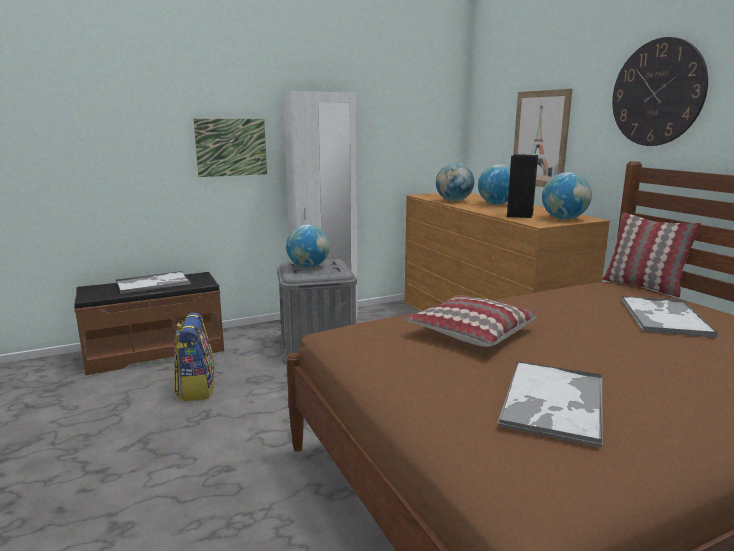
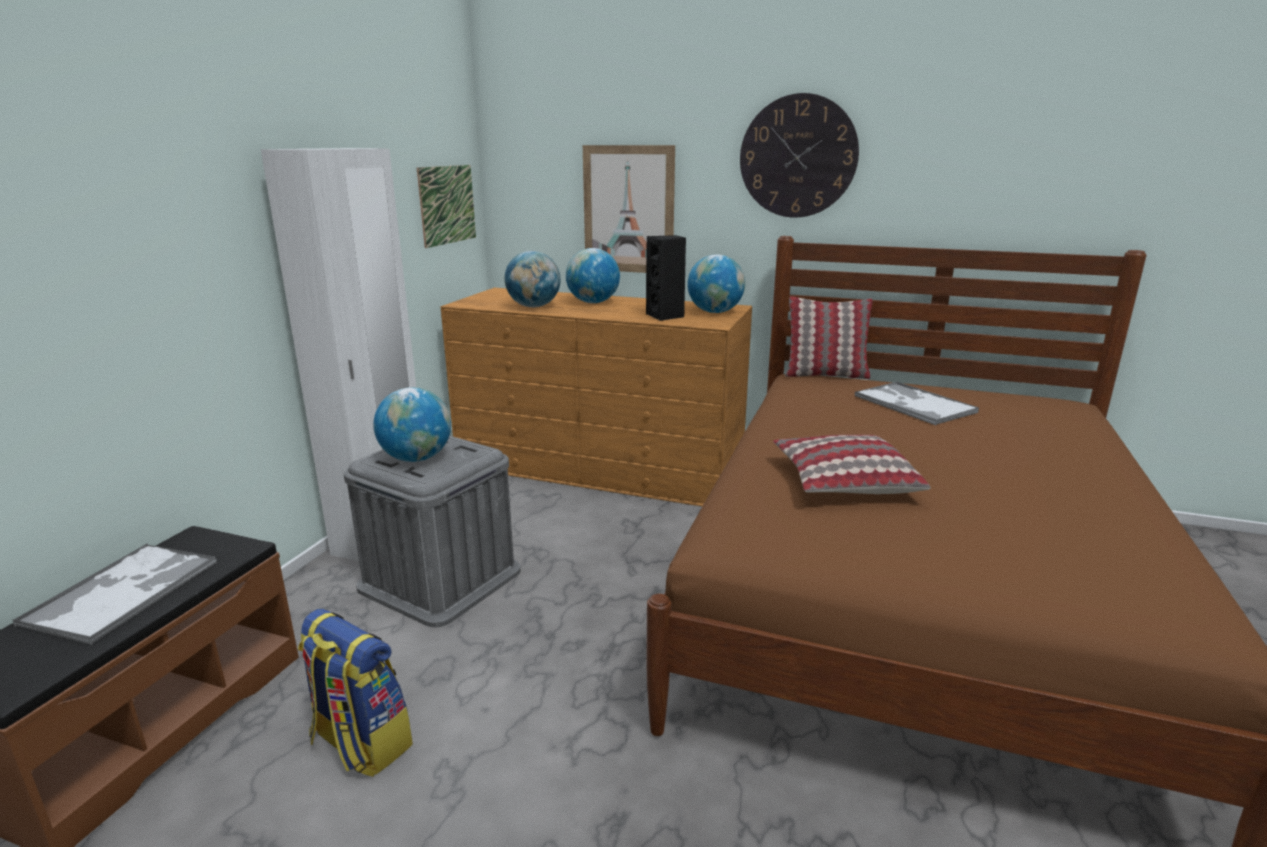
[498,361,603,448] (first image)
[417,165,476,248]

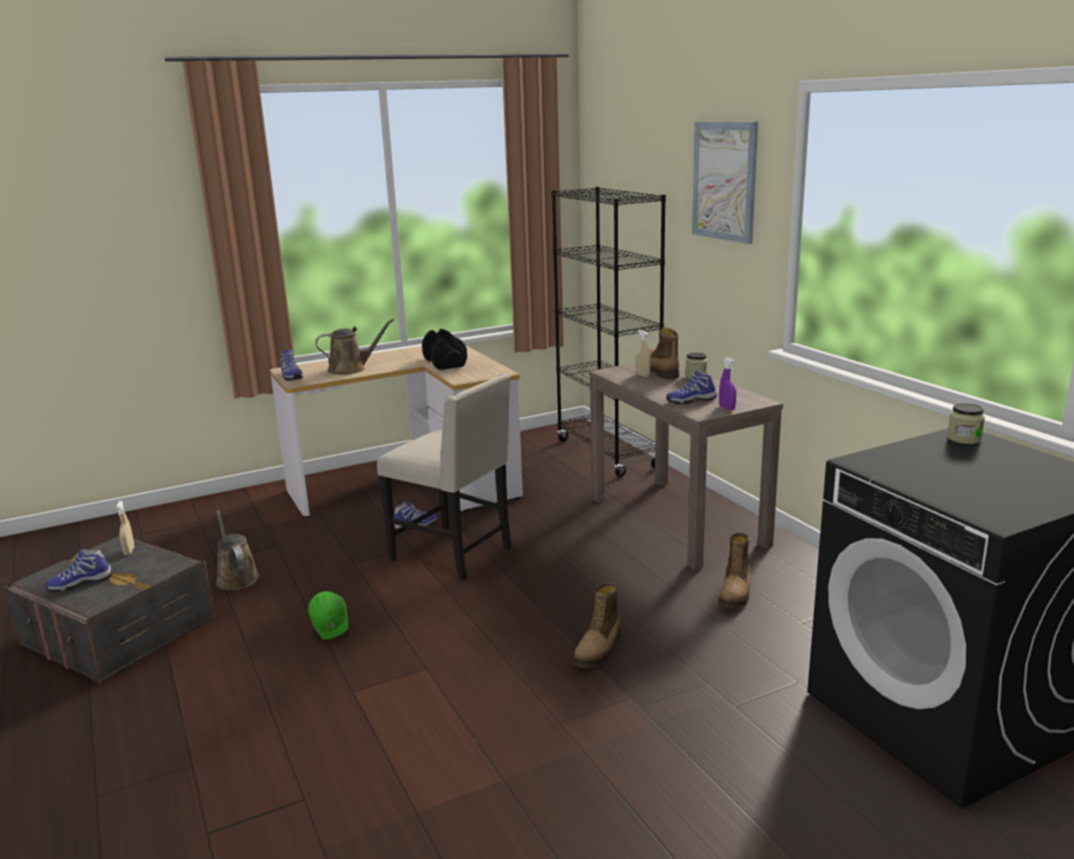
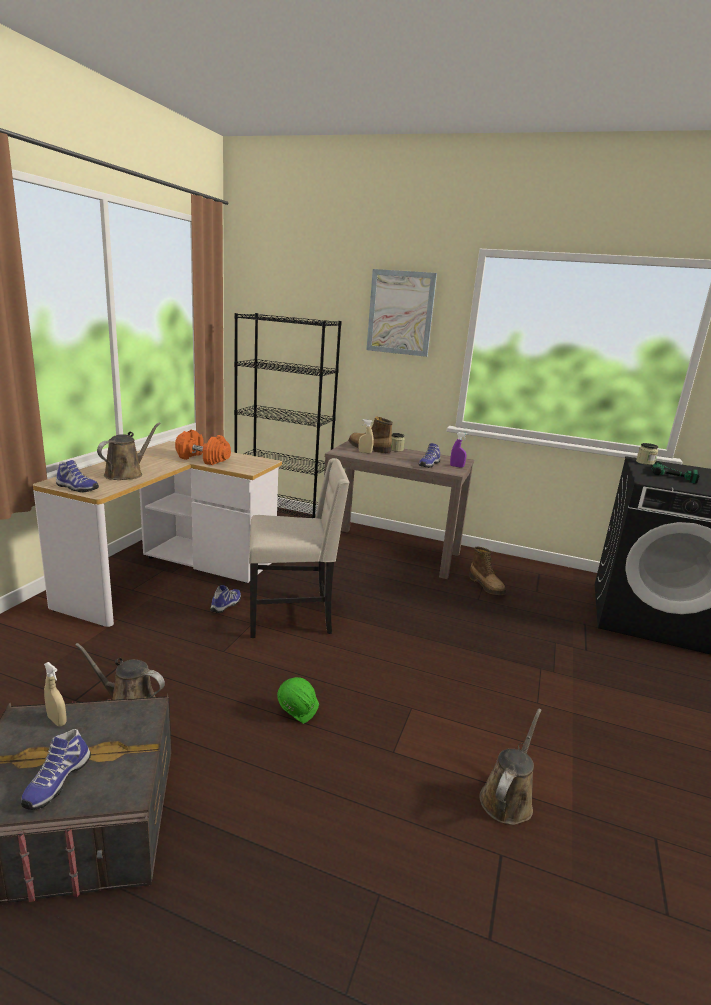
[573,582,621,668] (first image)
[479,709,541,825]
[651,461,700,484]
[175,430,231,465]

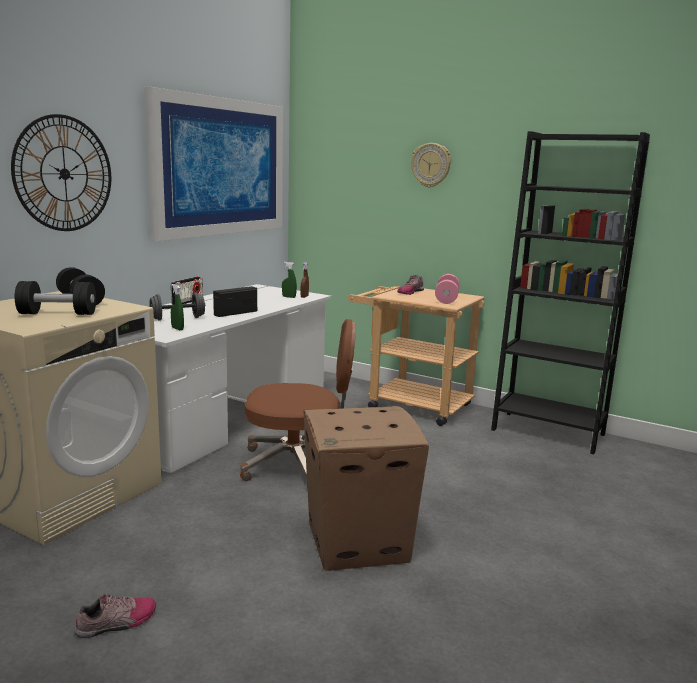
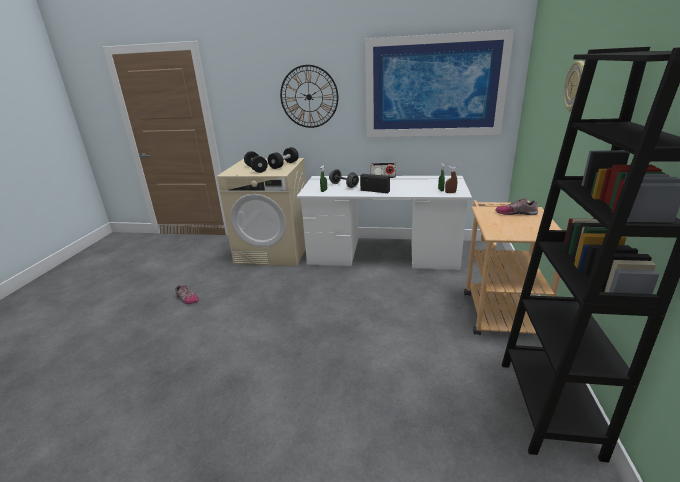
[240,319,356,482] (first image)
[303,406,429,571] (first image)
[435,274,459,304] (first image)

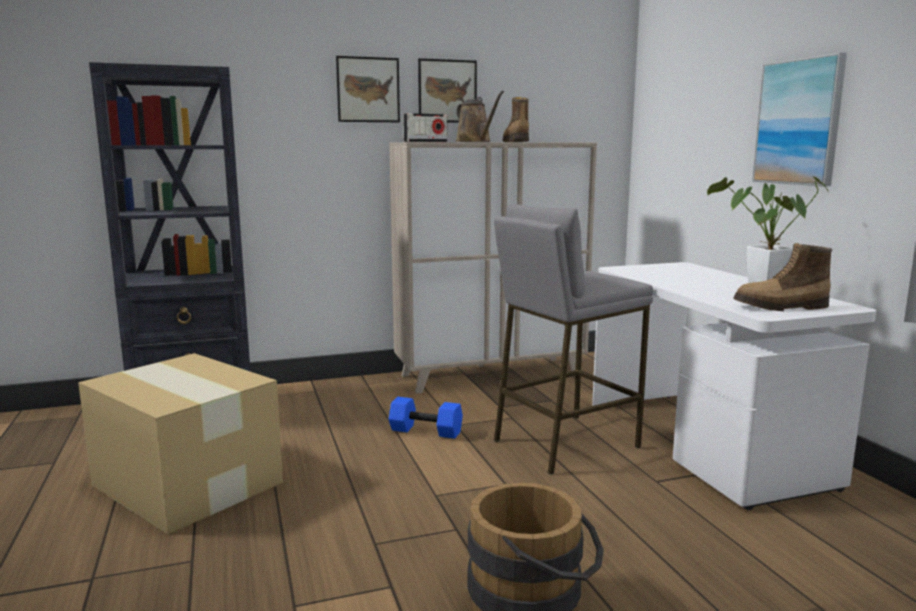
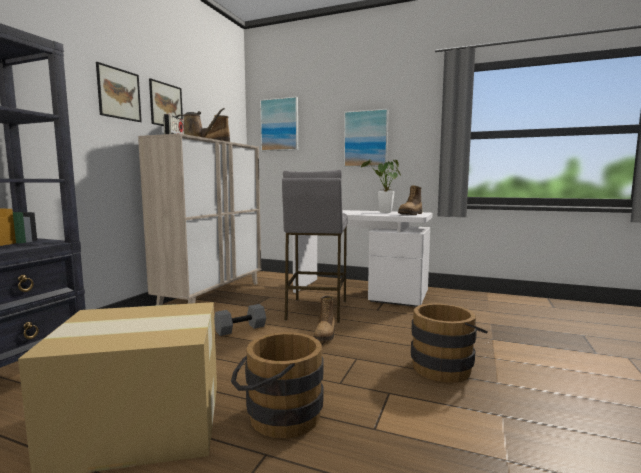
[231,332,324,439]
[260,96,298,151]
[314,296,335,341]
[214,304,266,336]

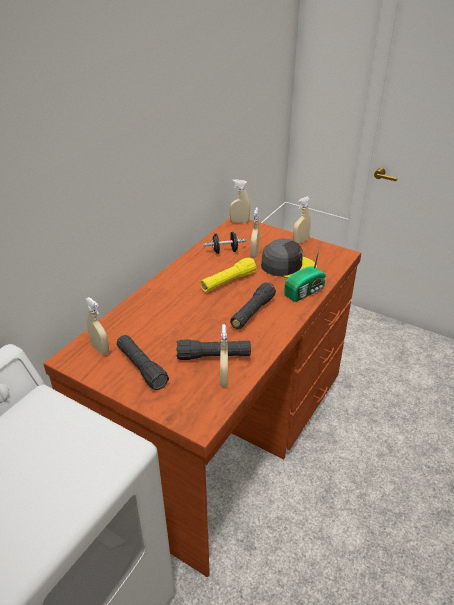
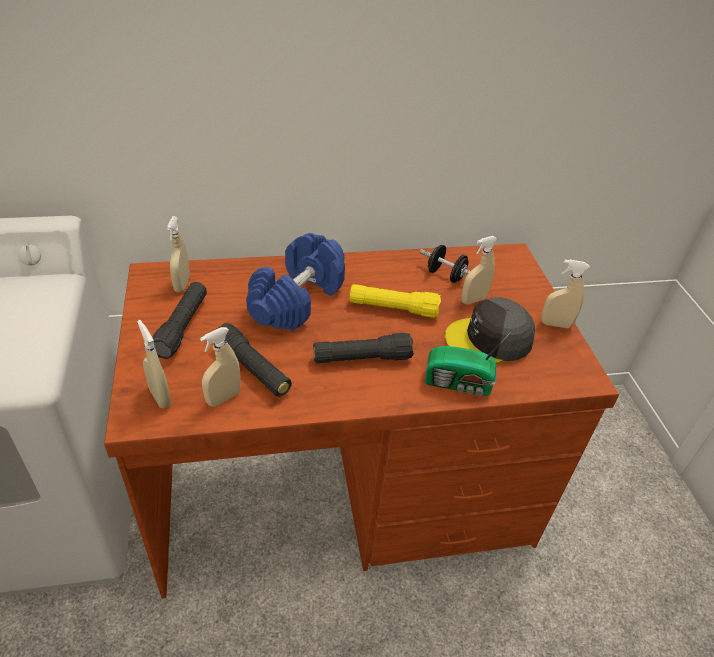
[246,233,345,331]
[137,320,171,408]
[445,297,535,363]

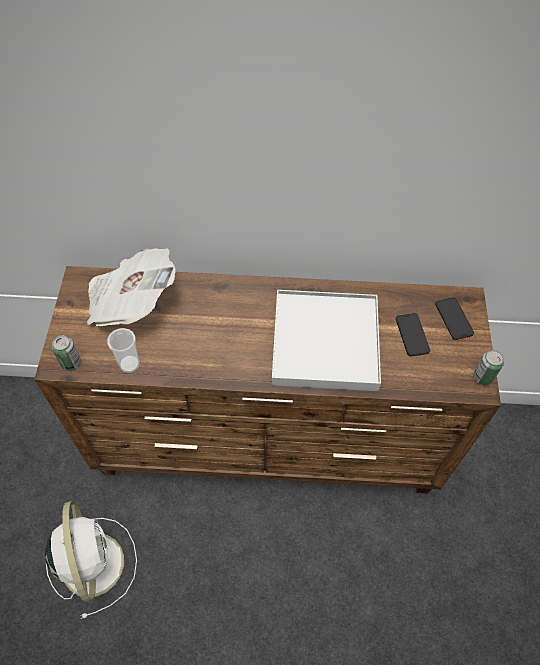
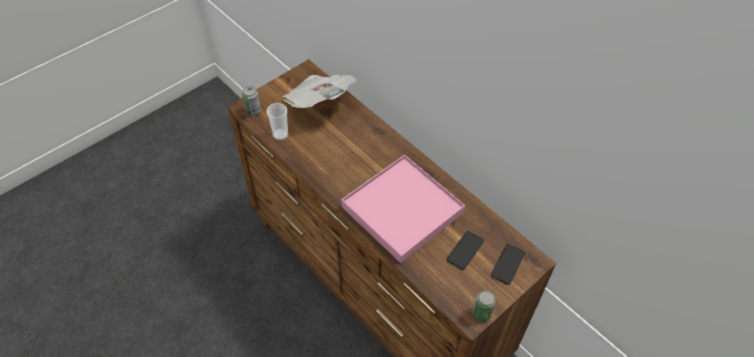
[45,501,137,619] (first image)
[341,155,465,263]

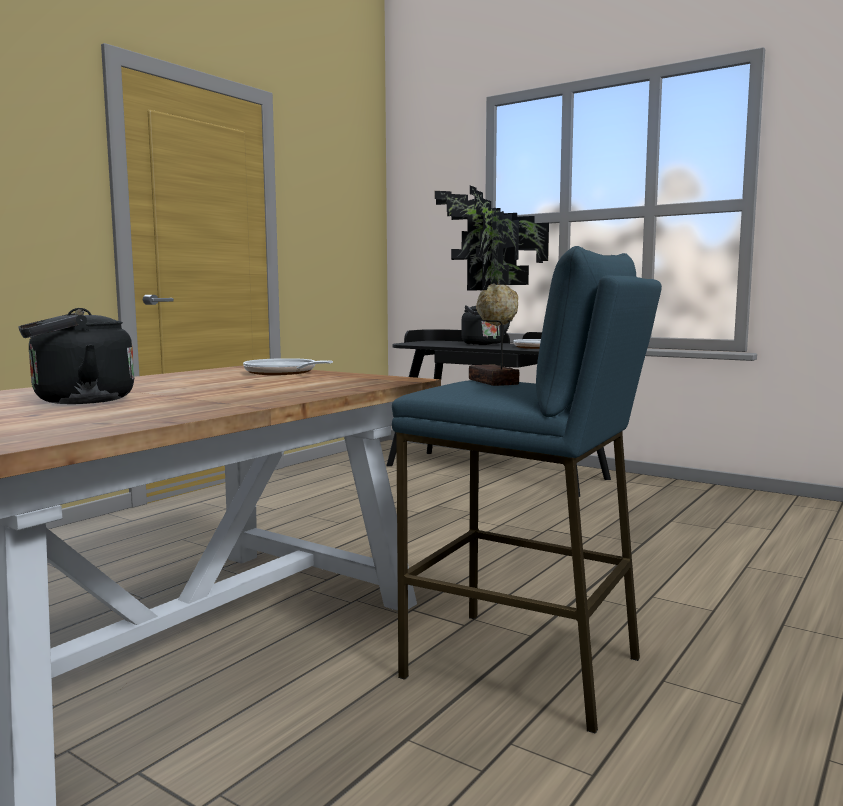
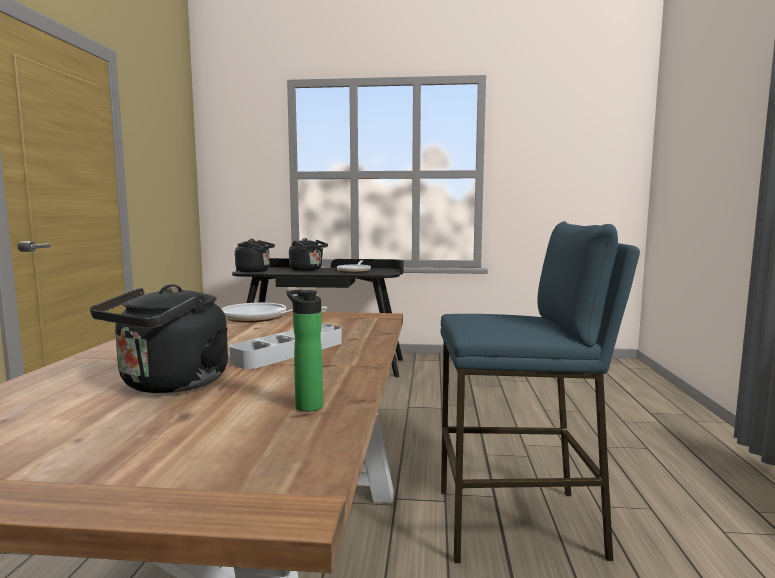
[435,186,549,386] (first image)
[229,324,342,369]
[235,239,275,272]
[287,289,323,412]

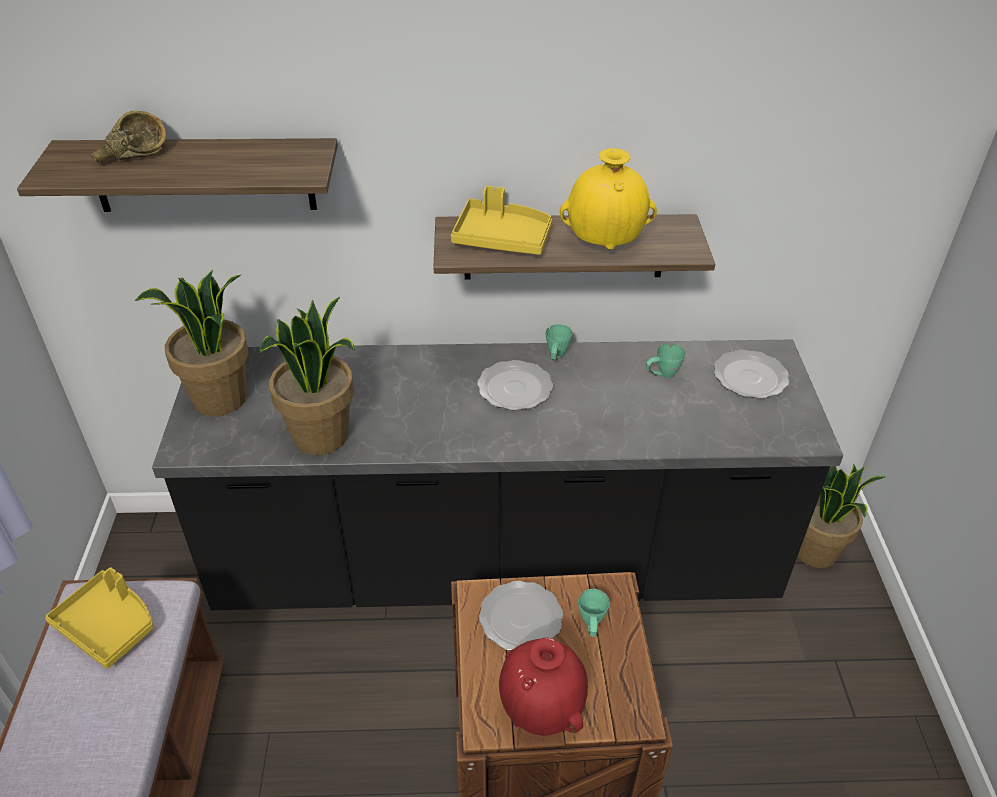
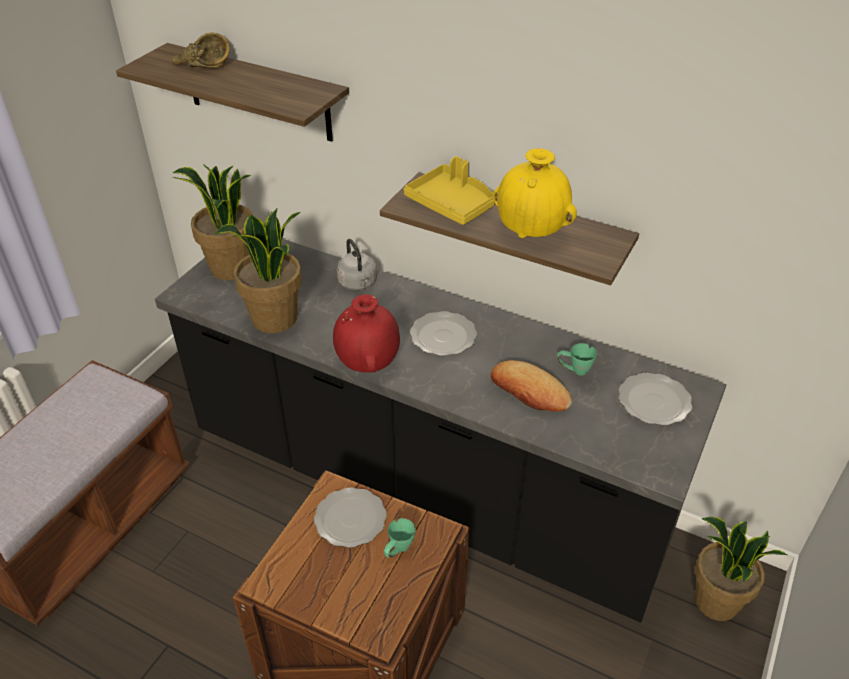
[45,568,154,669] (first image)
[546,324,573,361] (first image)
[337,239,377,290]
[491,360,572,412]
[333,294,400,373]

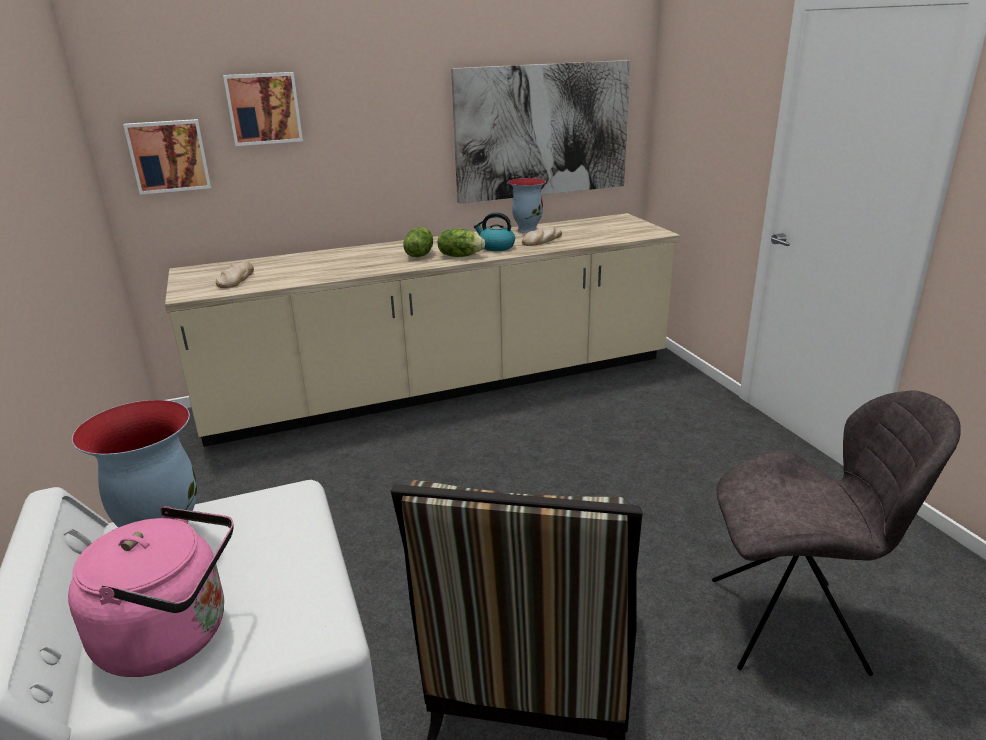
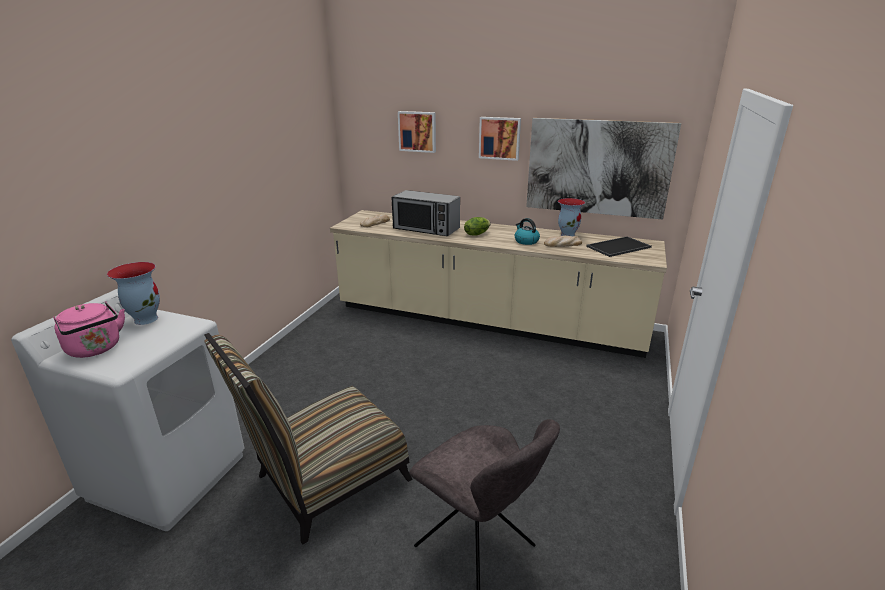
[438,228,485,257] (first image)
[391,190,460,236]
[586,236,652,257]
[479,117,521,161]

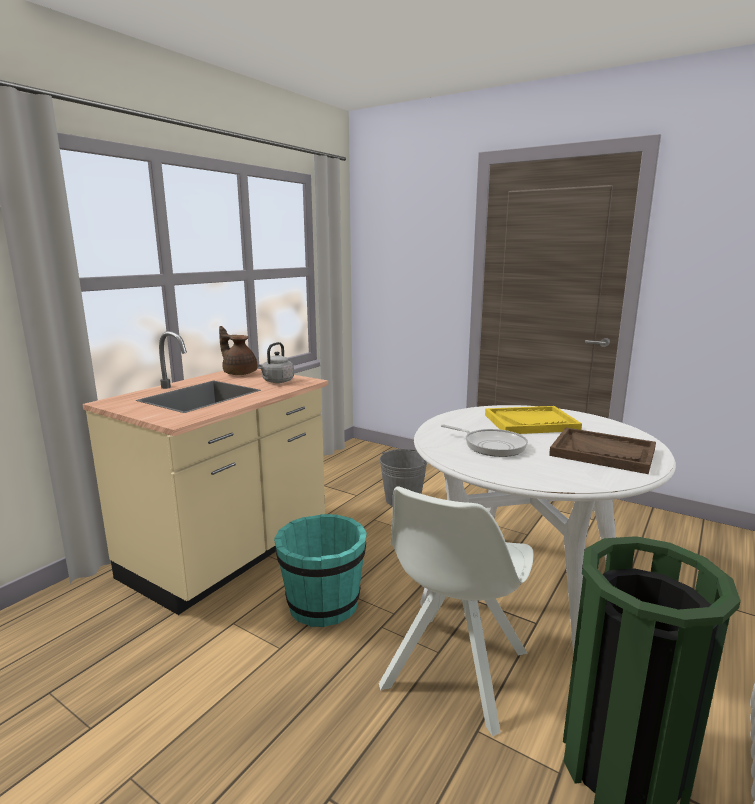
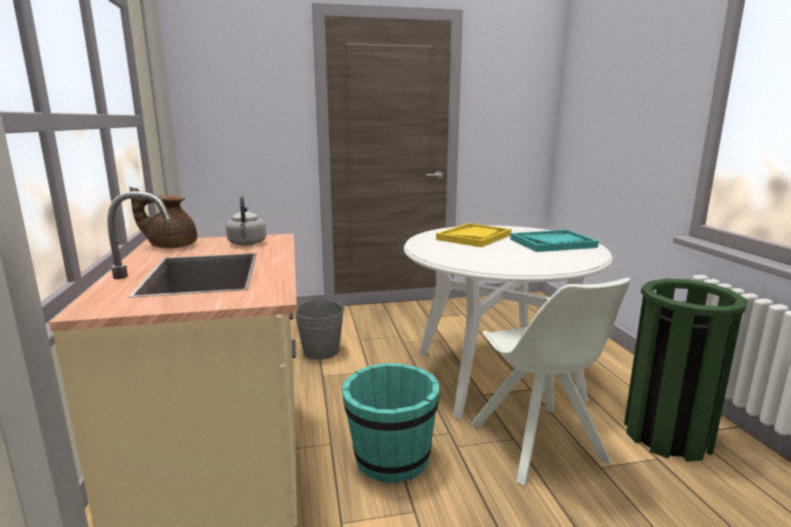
[441,424,528,457] (first image)
[510,230,599,252]

